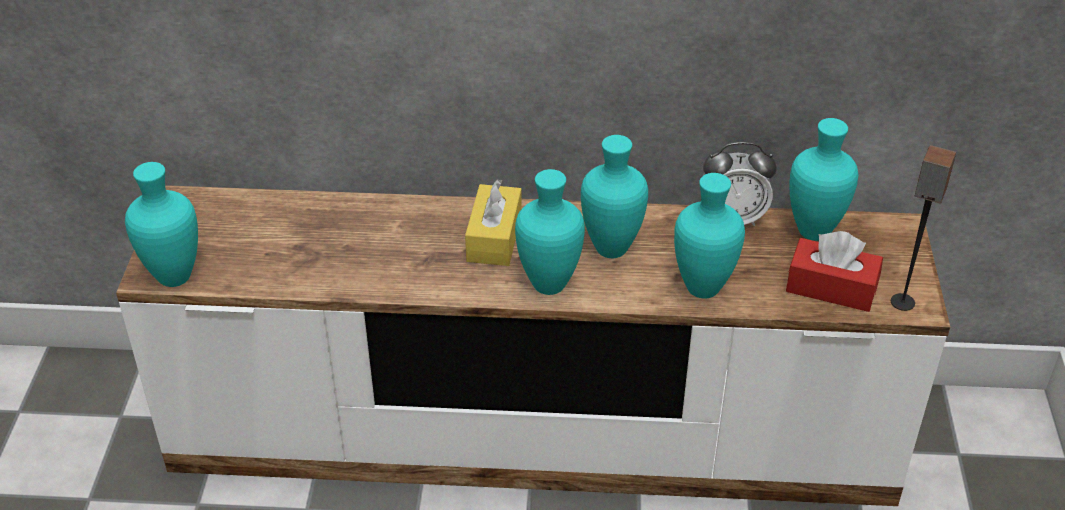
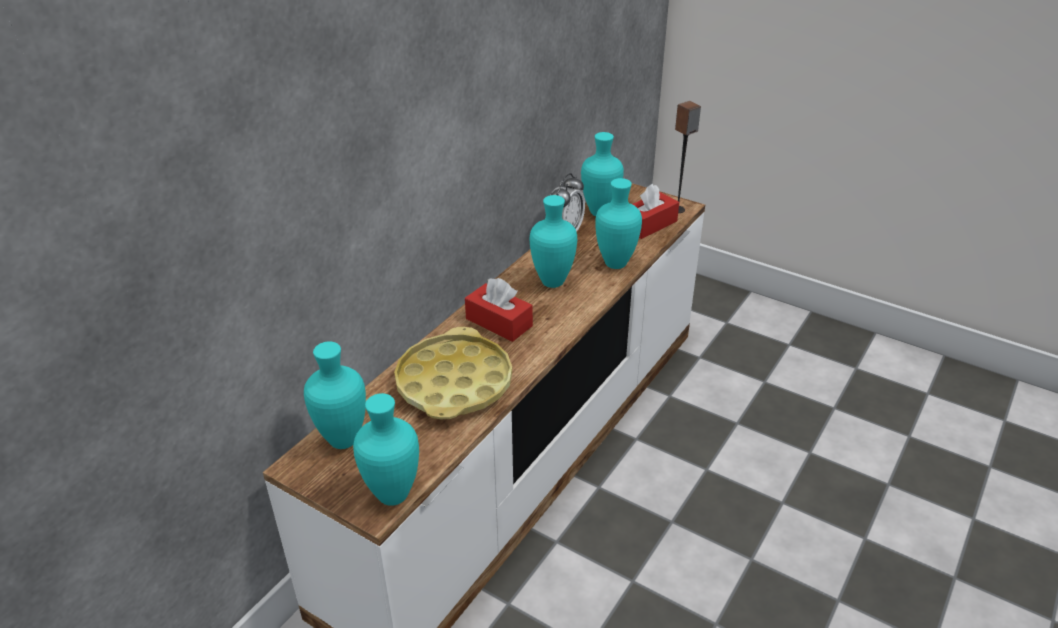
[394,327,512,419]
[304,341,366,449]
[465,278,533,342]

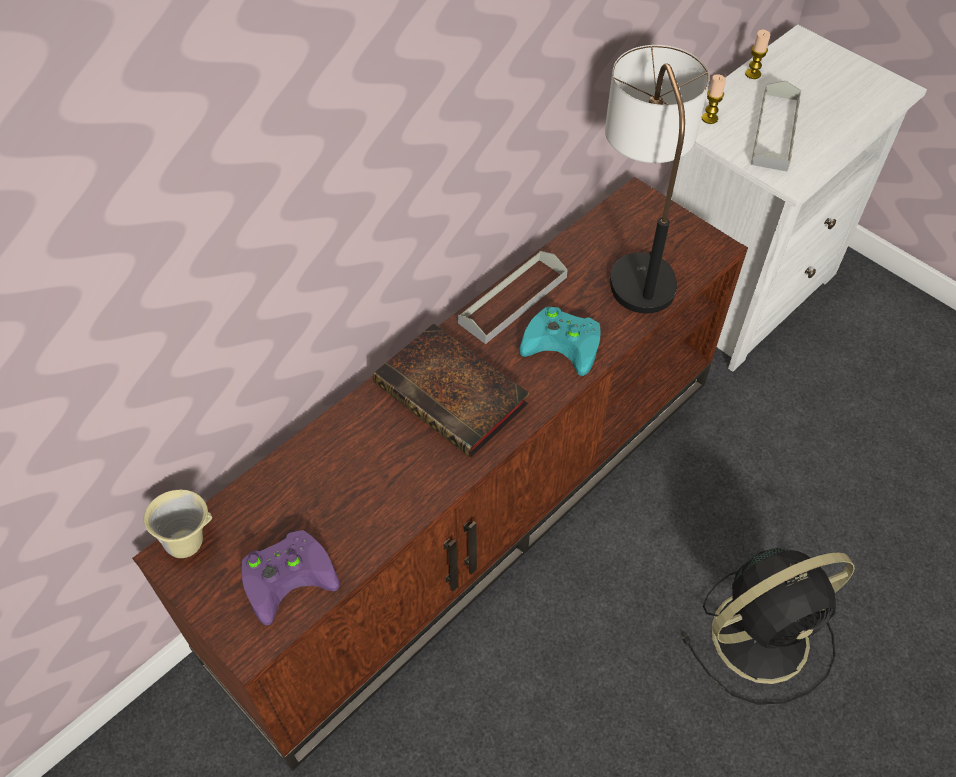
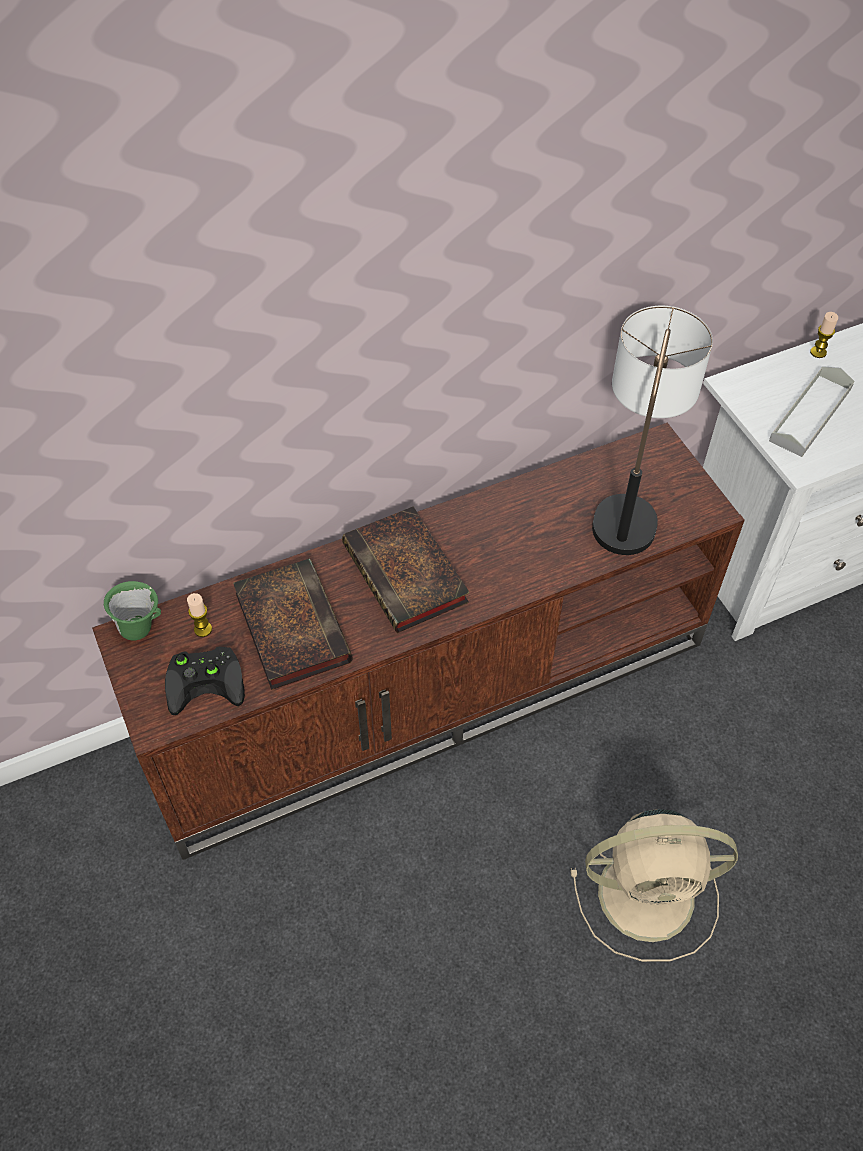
[458,251,568,344] (first image)
[519,307,600,376] (first image)
[233,558,353,690]
[187,593,212,637]
[104,581,161,641]
[165,647,245,715]
[571,809,738,962]

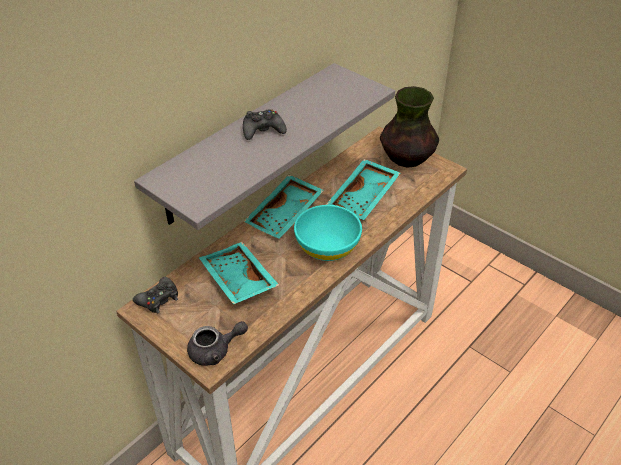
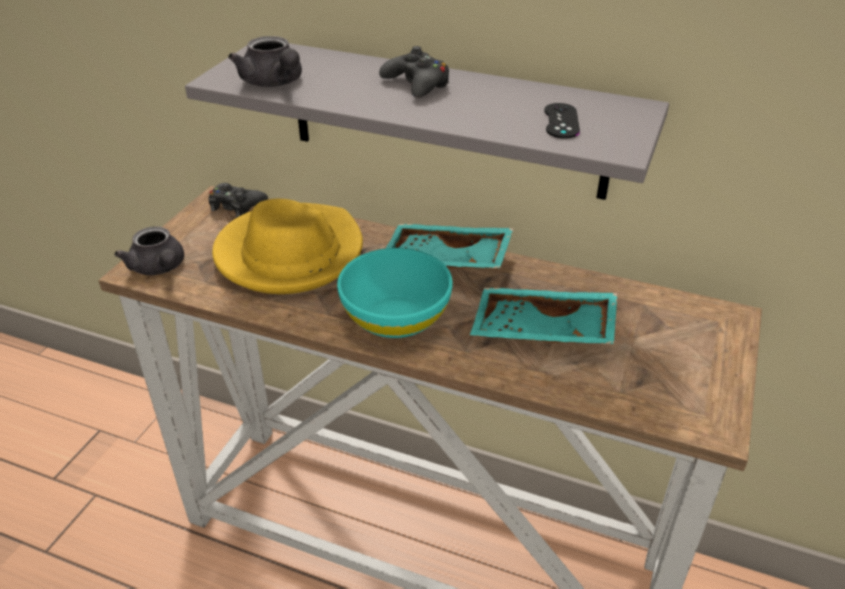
[380,86,439,168] (first image)
[228,36,302,87]
[544,103,580,139]
[212,198,363,294]

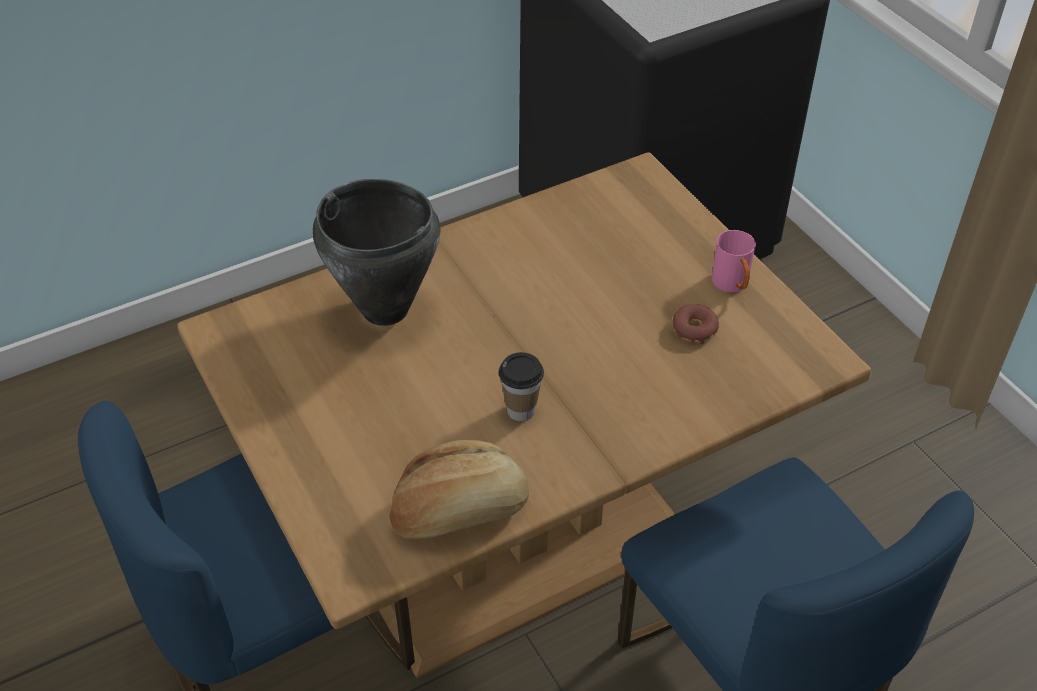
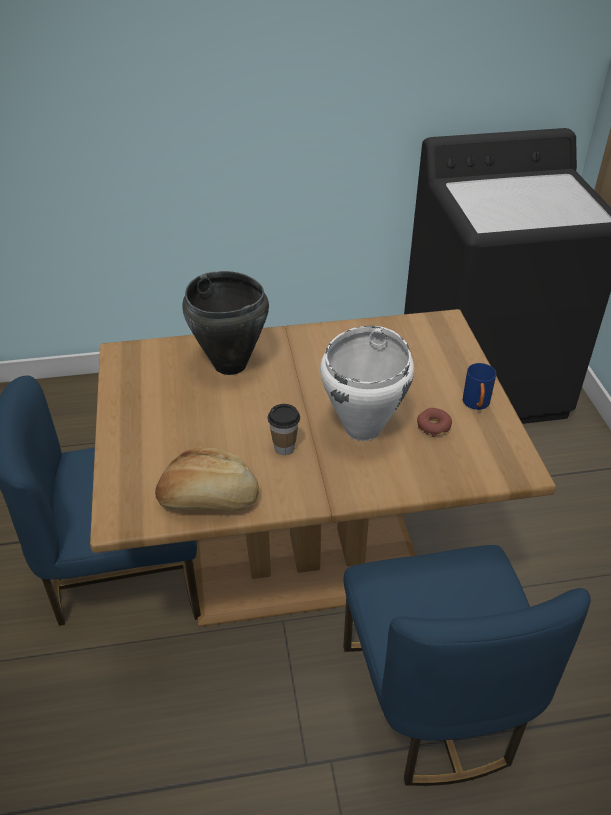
[320,326,414,441]
[463,363,496,410]

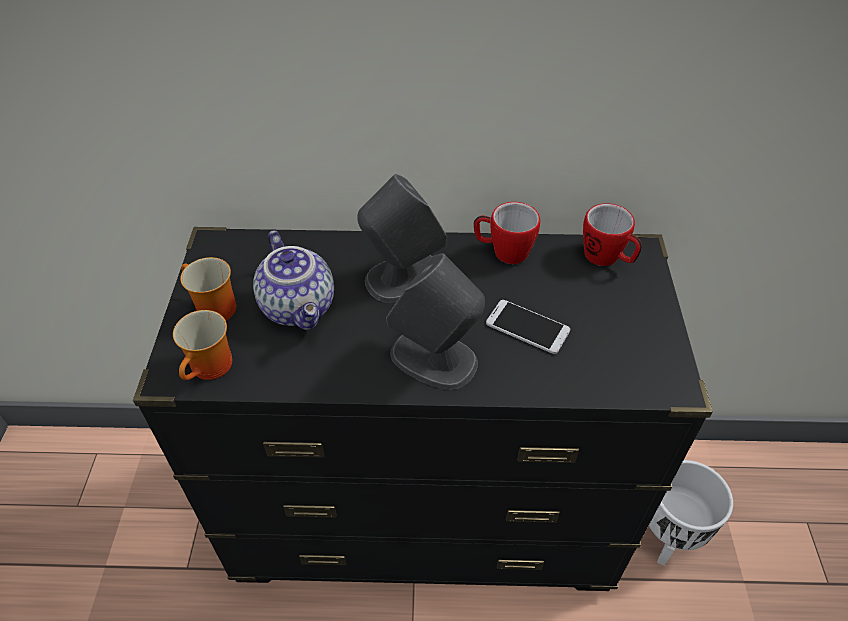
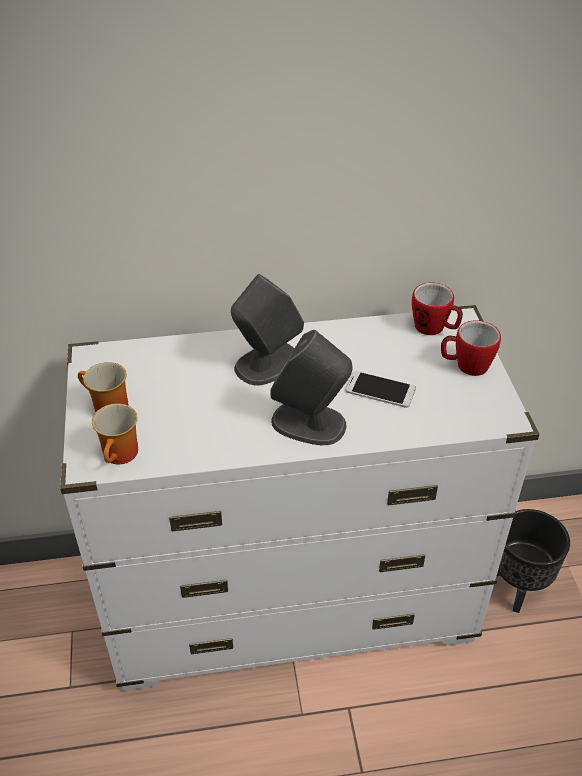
[253,230,334,330] (first image)
[441,320,501,376]
[60,305,539,691]
[497,509,570,613]

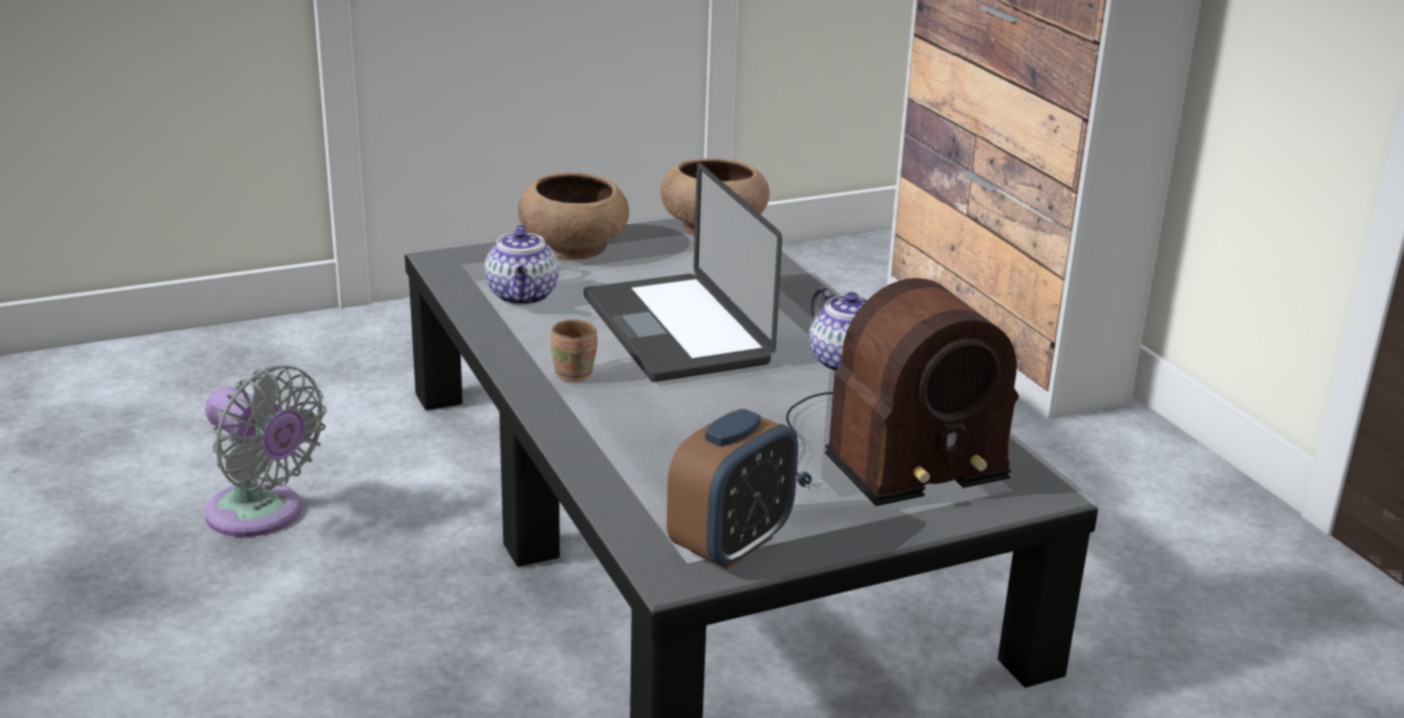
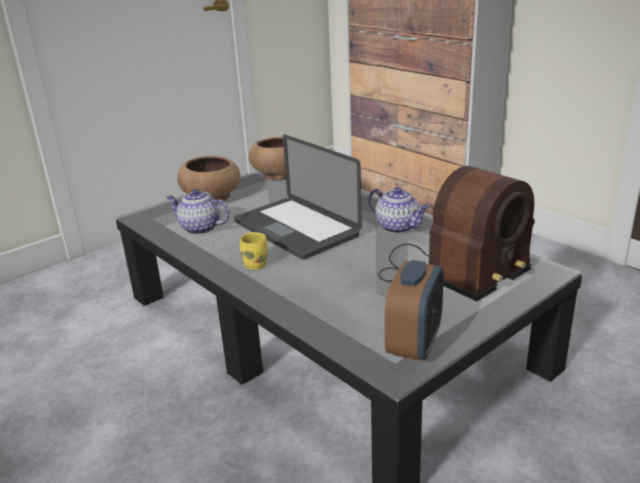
[204,365,326,537] (first image)
[240,232,268,270]
[166,189,230,235]

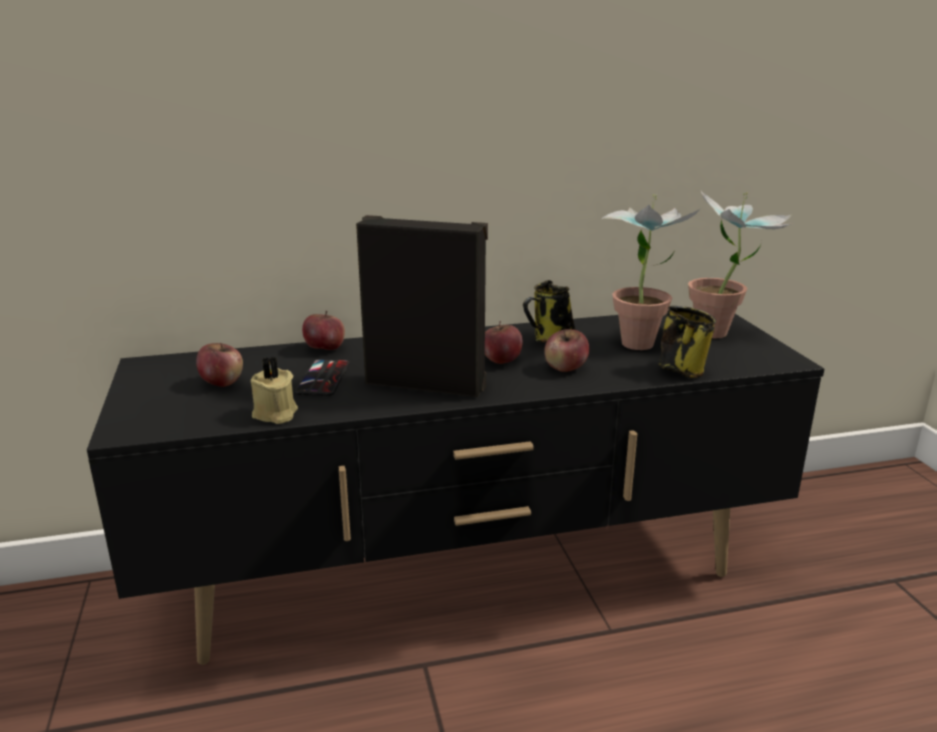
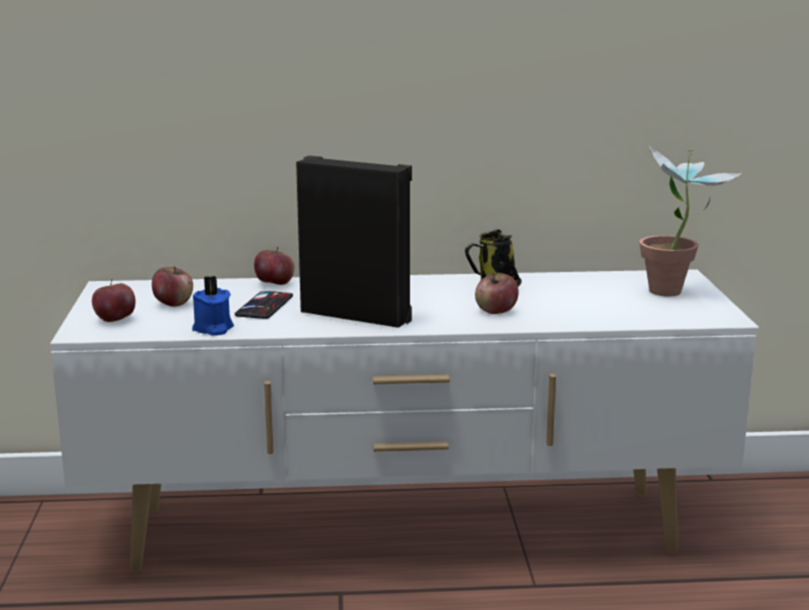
[602,194,701,350] (first image)
[658,306,716,378] (first image)
[92,279,136,322]
[50,269,759,572]
[192,276,234,336]

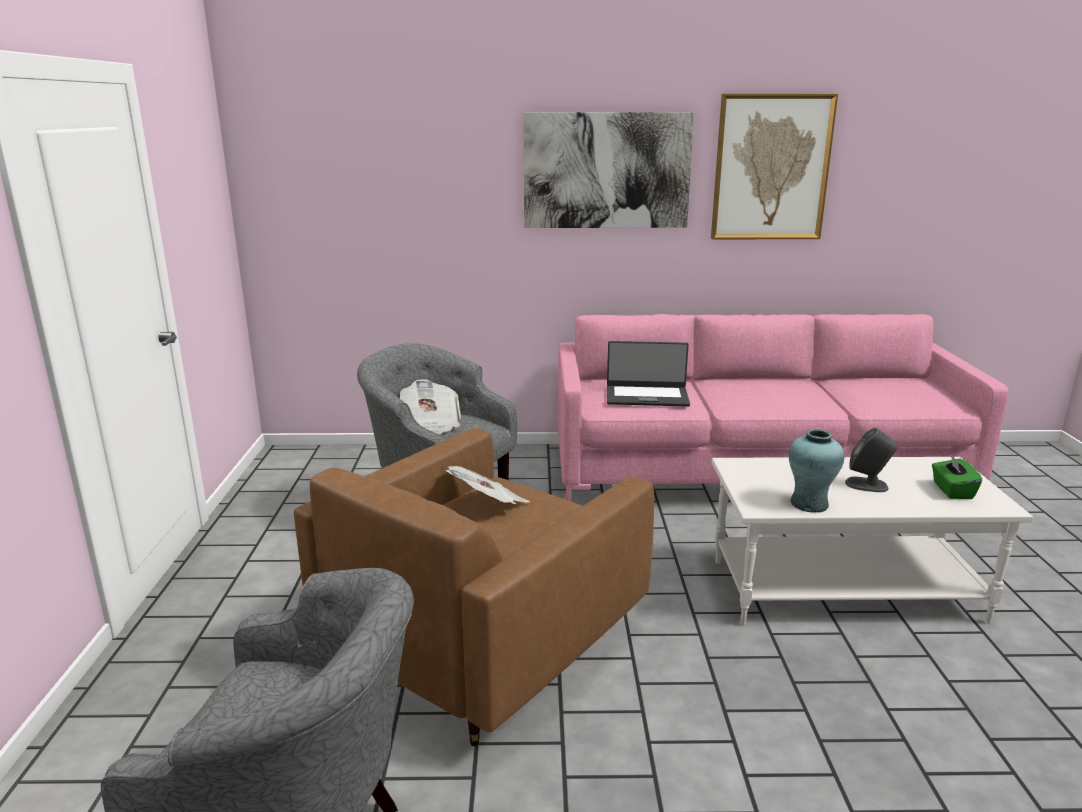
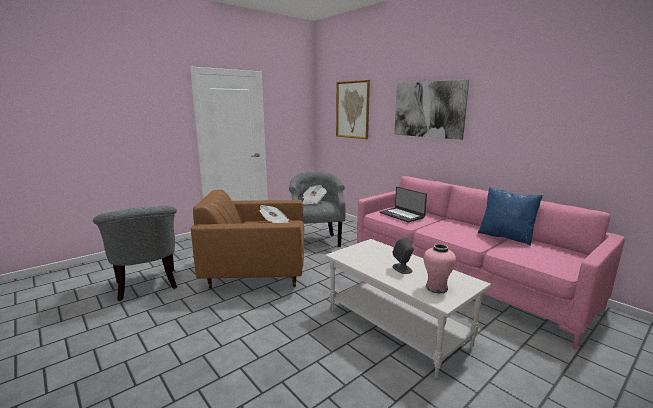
[788,429,845,513] (first image)
[478,187,543,246]
[336,80,370,139]
[424,244,456,293]

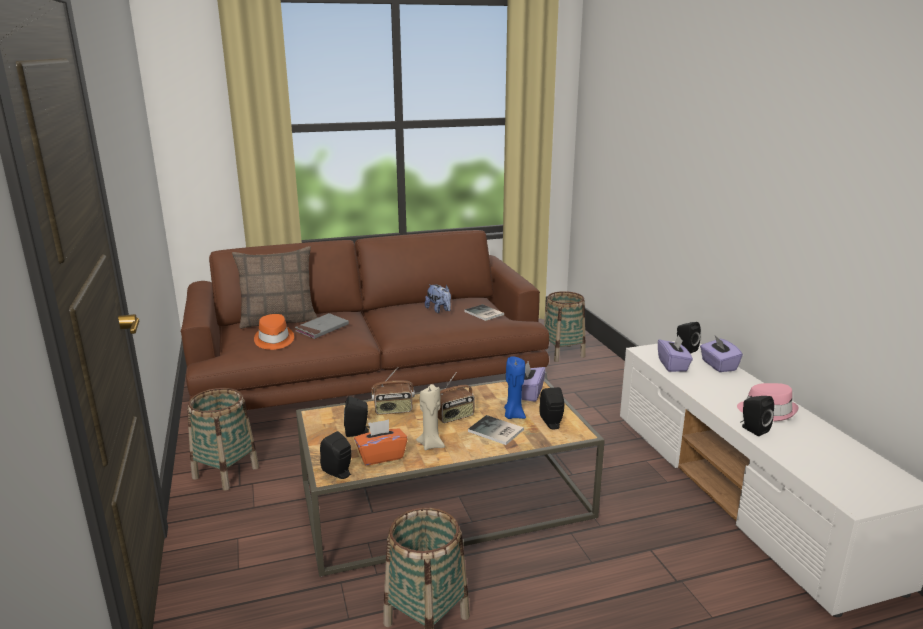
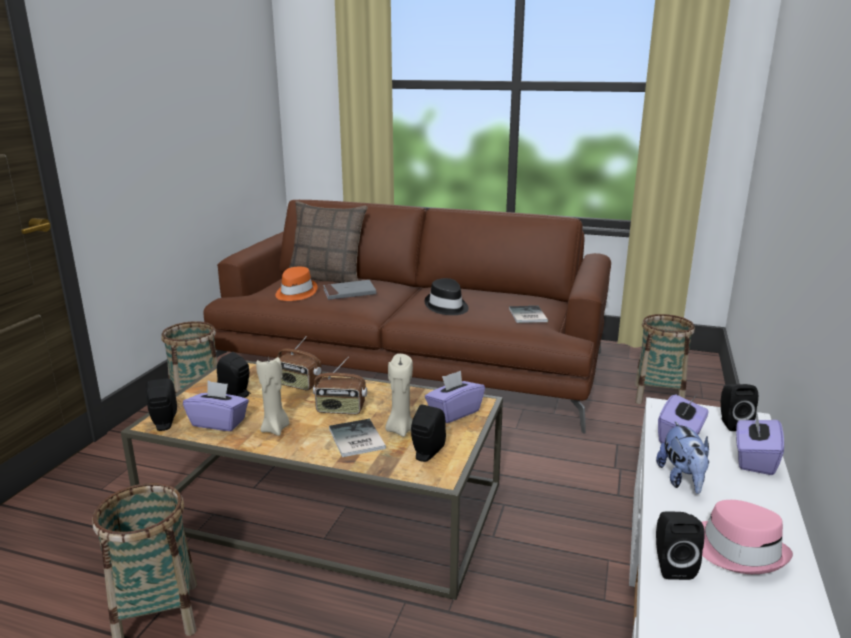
[425,278,469,315]
[656,421,709,494]
[183,381,249,431]
[385,354,413,437]

